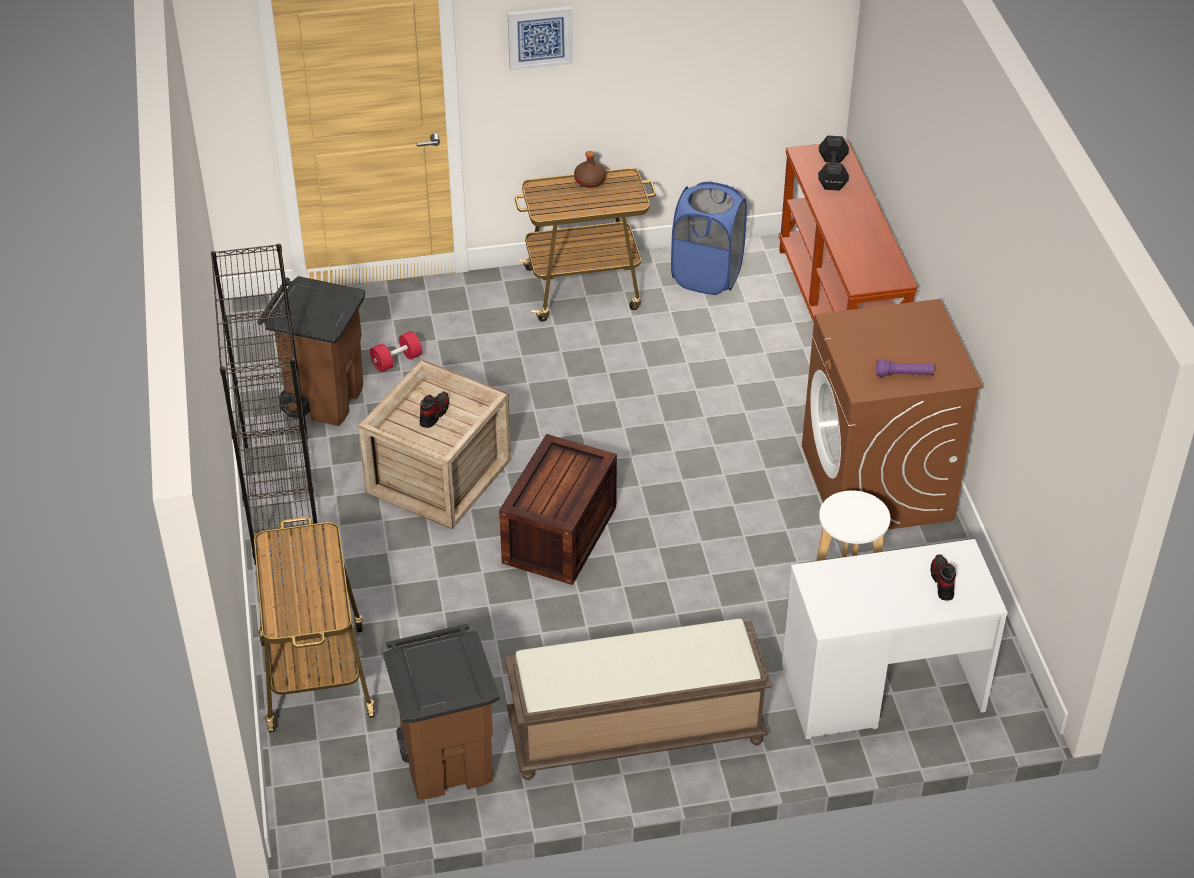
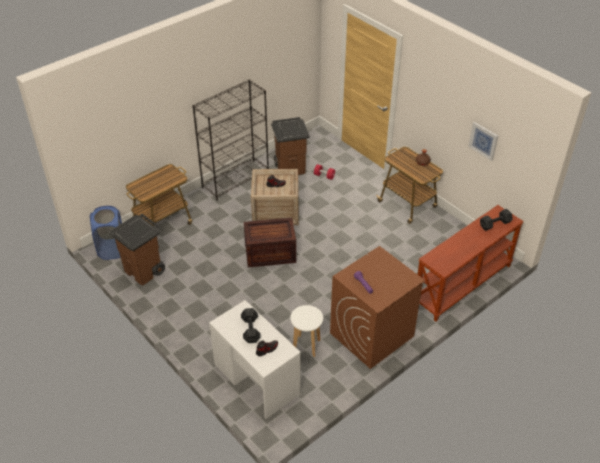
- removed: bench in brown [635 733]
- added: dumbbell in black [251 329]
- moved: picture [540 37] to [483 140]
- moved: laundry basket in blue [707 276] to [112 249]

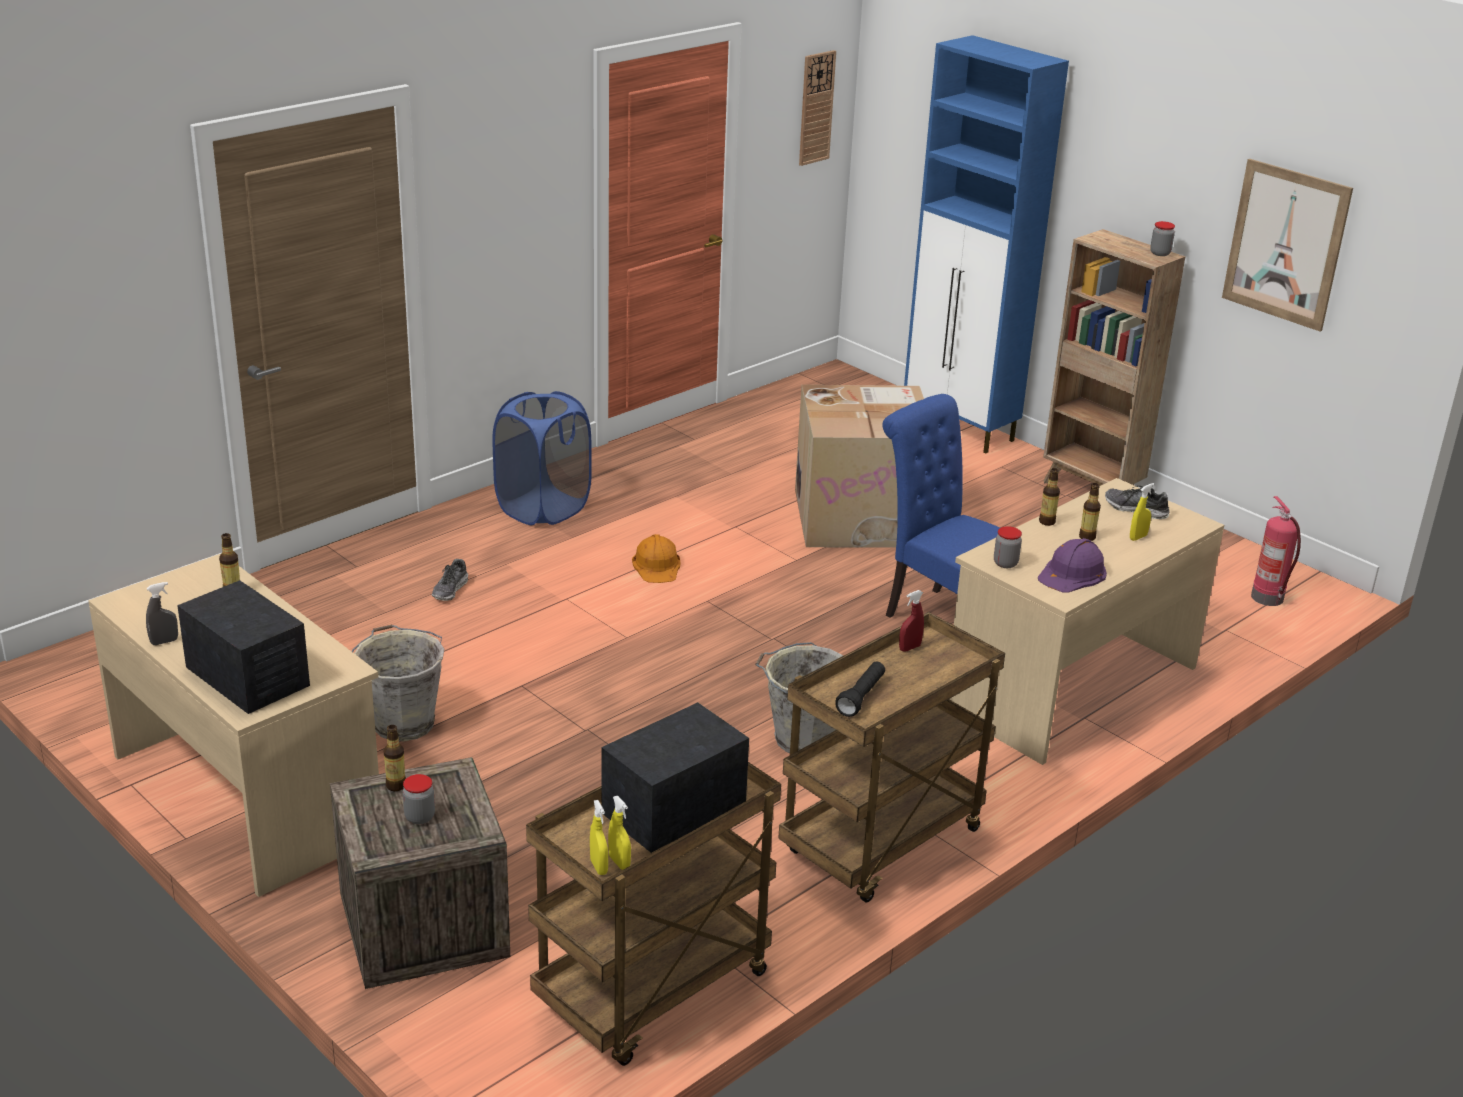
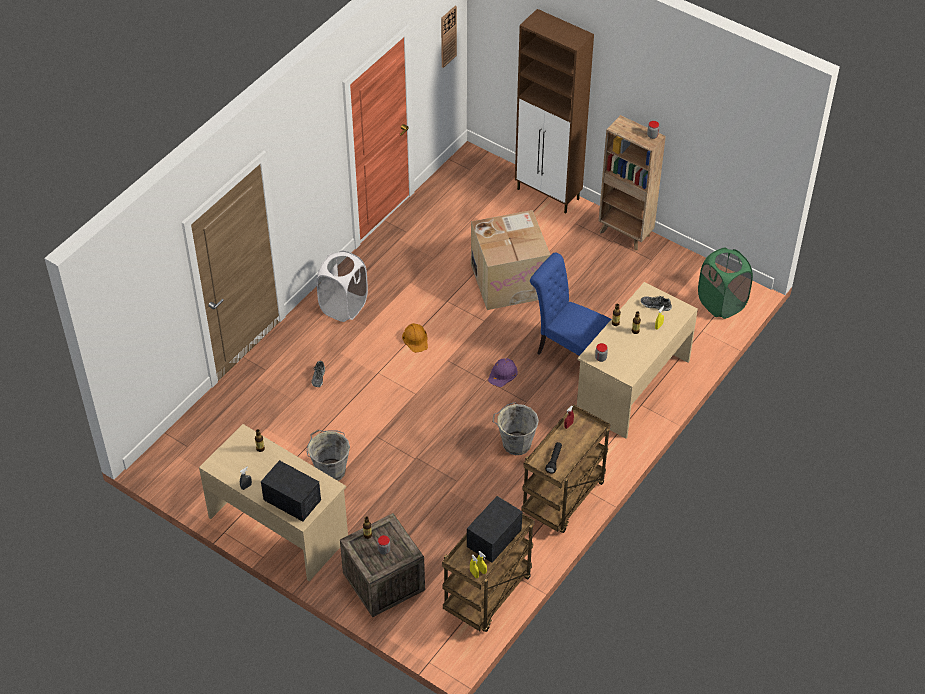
- removed: picture [1285 244]
- moved: hard hat in purple [1072 574] to [503 374]
- replaced: fire extinguisher [1269 598] to laundry basket in green [721 303]
- recoloured: laundry basket in blue [543 508] to laundry basket in white [344 306]
- recoloured: cabinet in blue [960 429] to cabinet in brown [548 194]

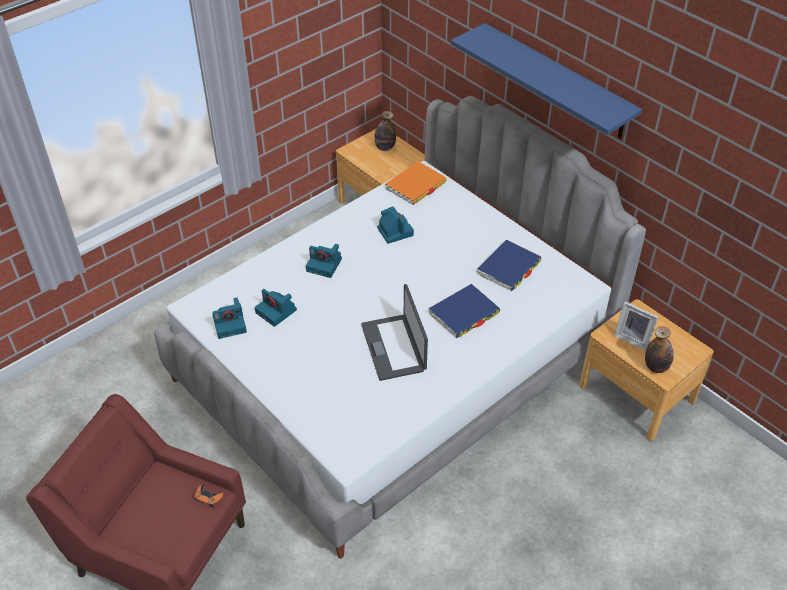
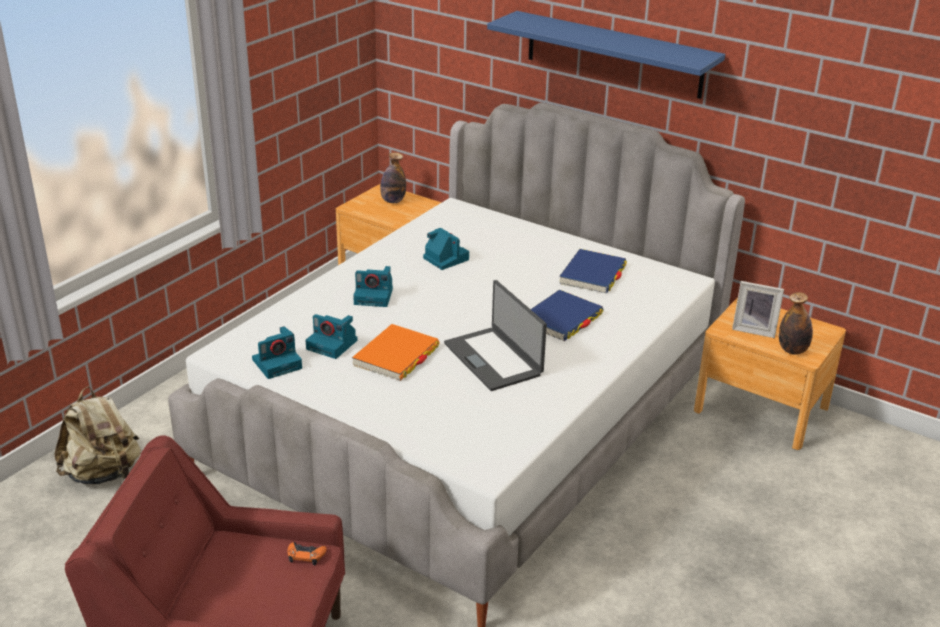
- added: backpack in beige [103 474]
- moved: book in orange [416 185] to [396 356]

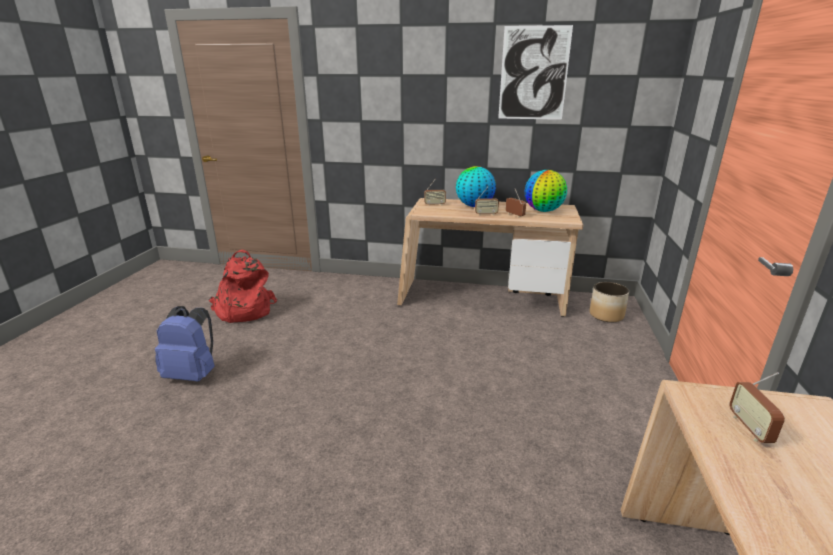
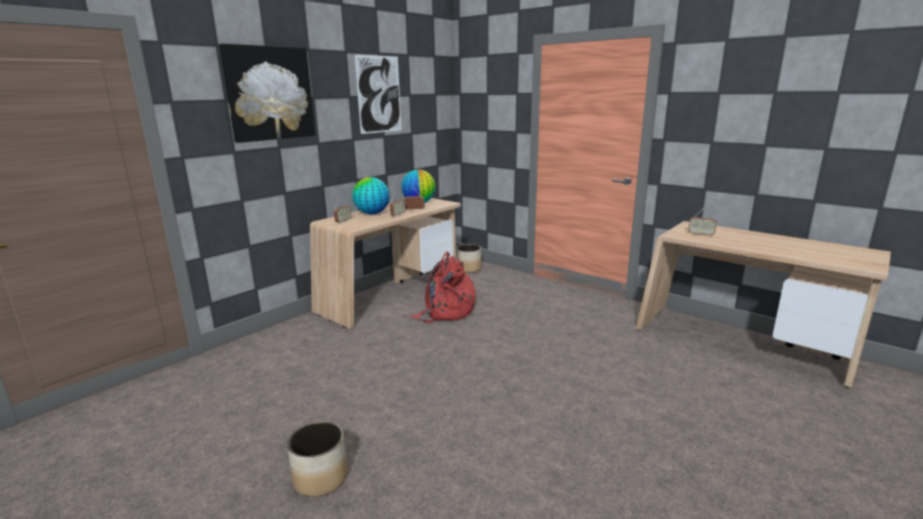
- added: picture [269 93]
- moved: backpack in red [243 311] to [446 312]
- replaced: backpack in blue [193 374] to planter [320 478]

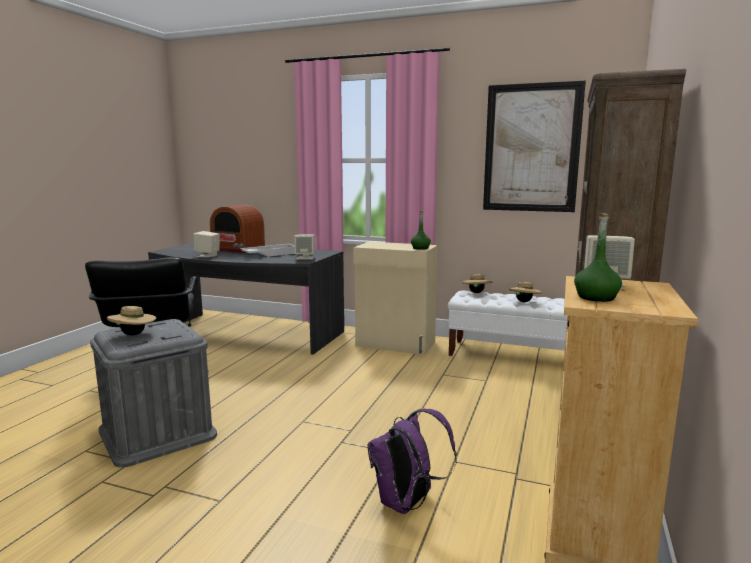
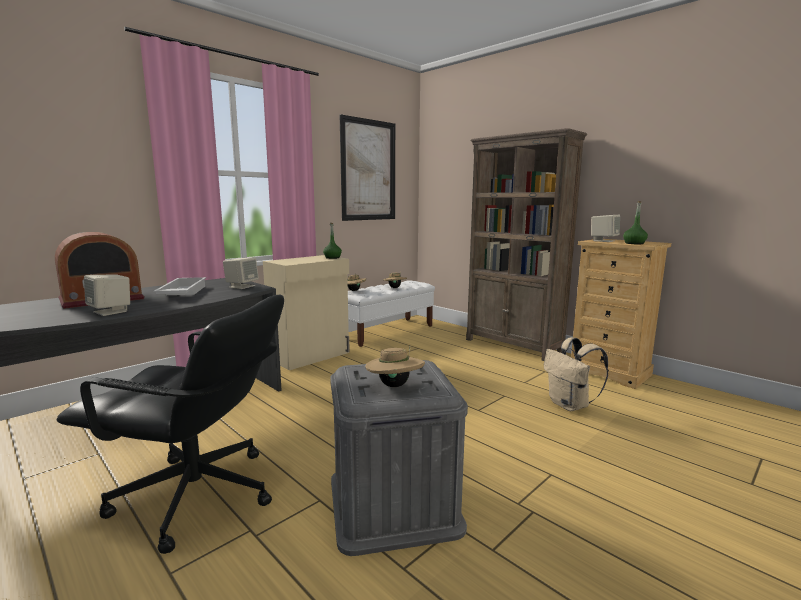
- recoloured: backpack in purple [407 503] to backpack in beige [570 405]

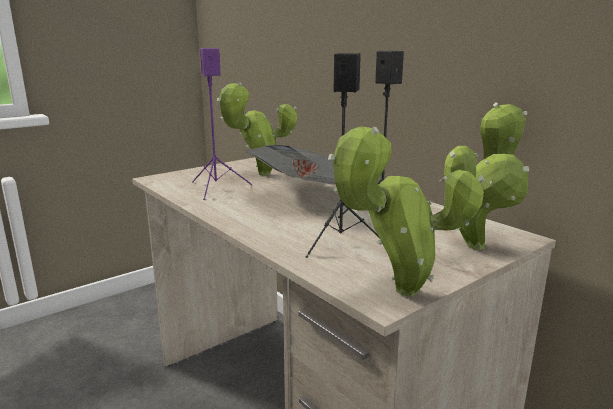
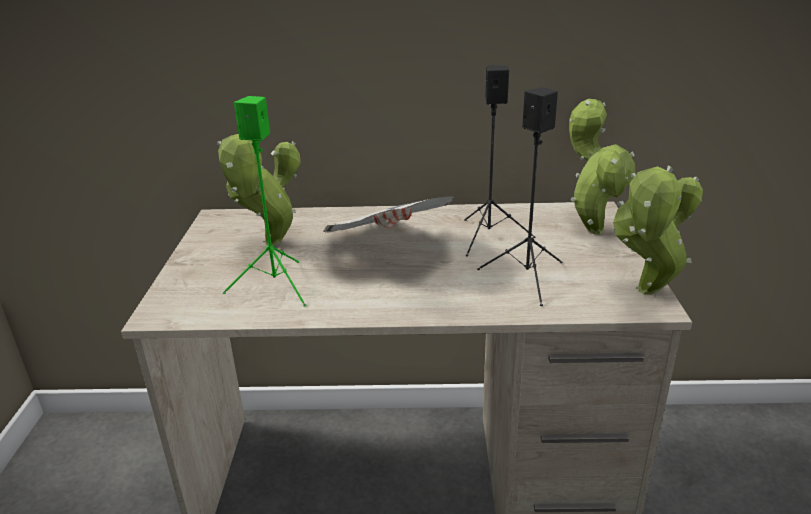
- recoloured: speaker in purple [216 188] to speaker in green [276 286]

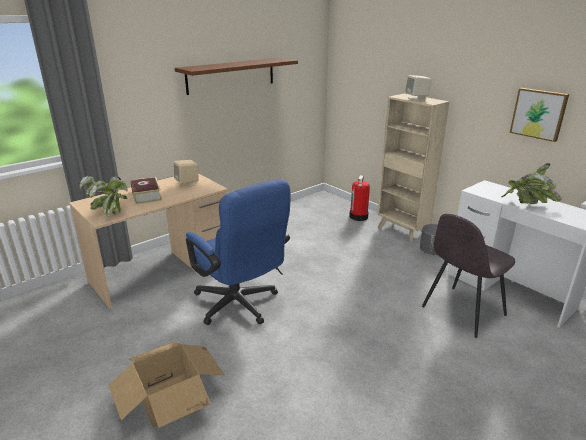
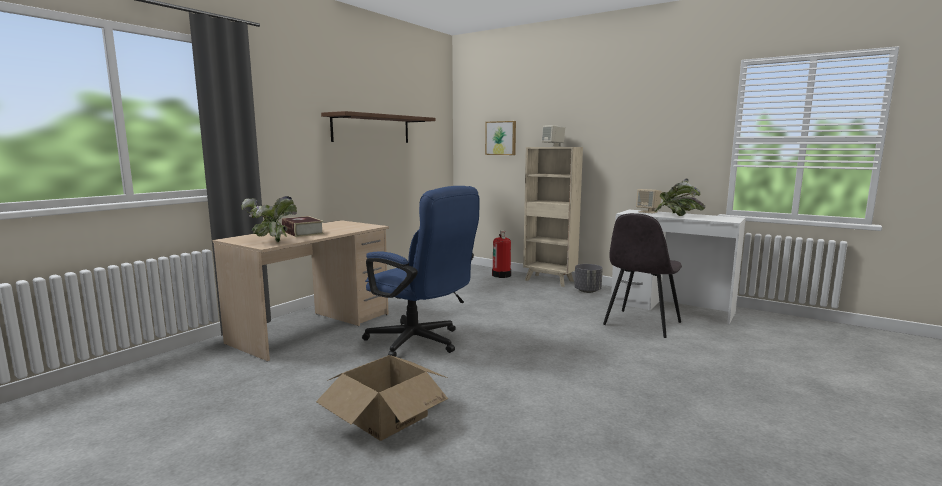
- moved: speaker in beige [187 184] to [648 212]
- moved: picture [539 114] to [501 138]

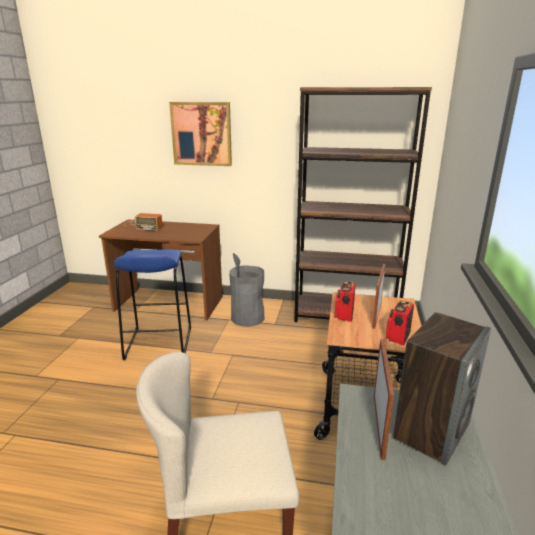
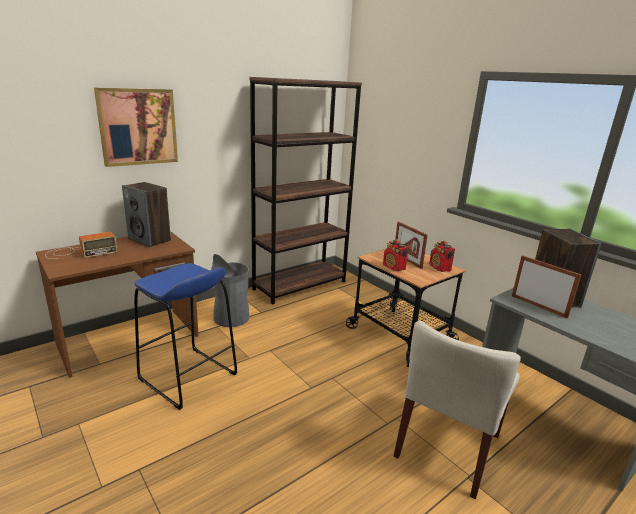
- added: speaker [150 240]

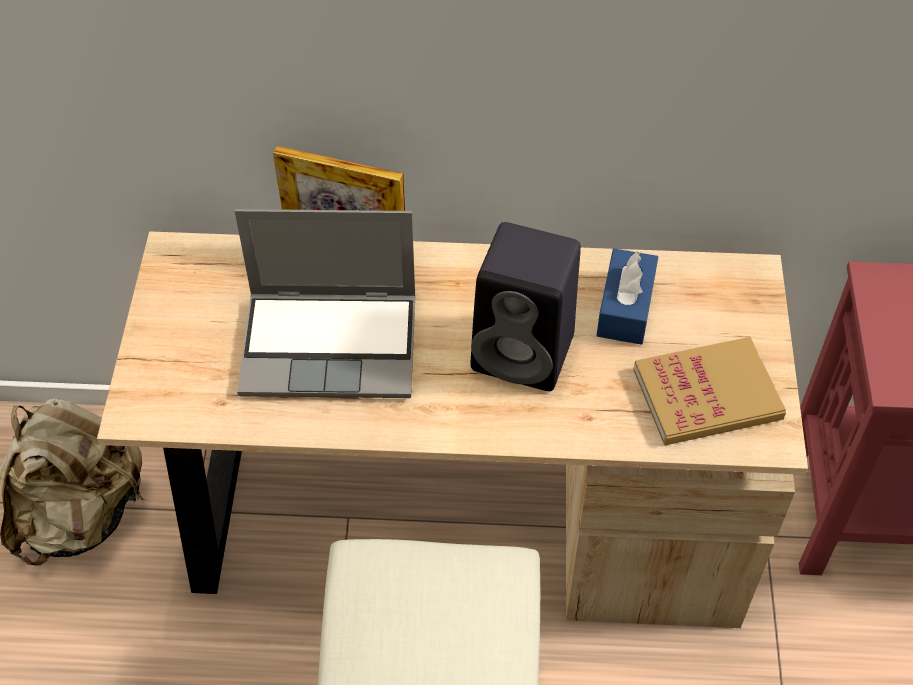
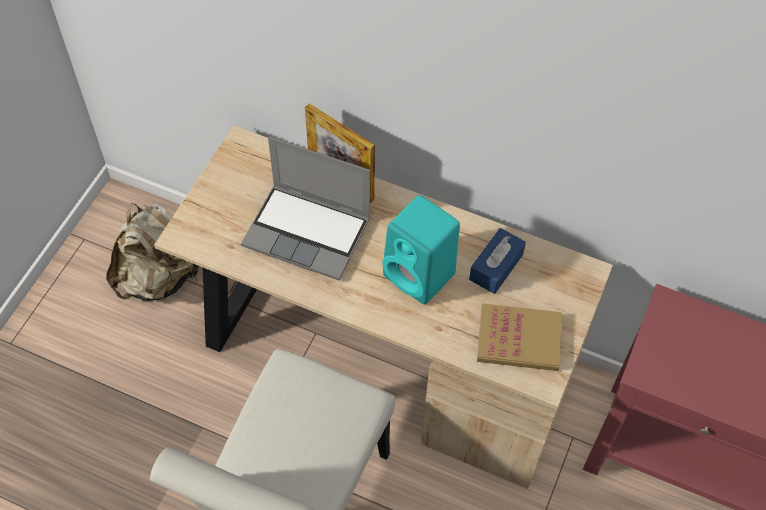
- recoloured: speaker in black [526 353] to speaker in turquoise [421 275]

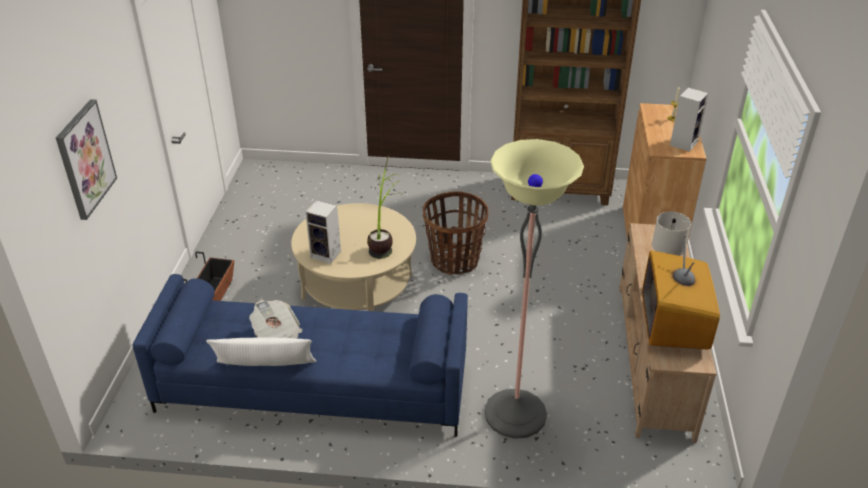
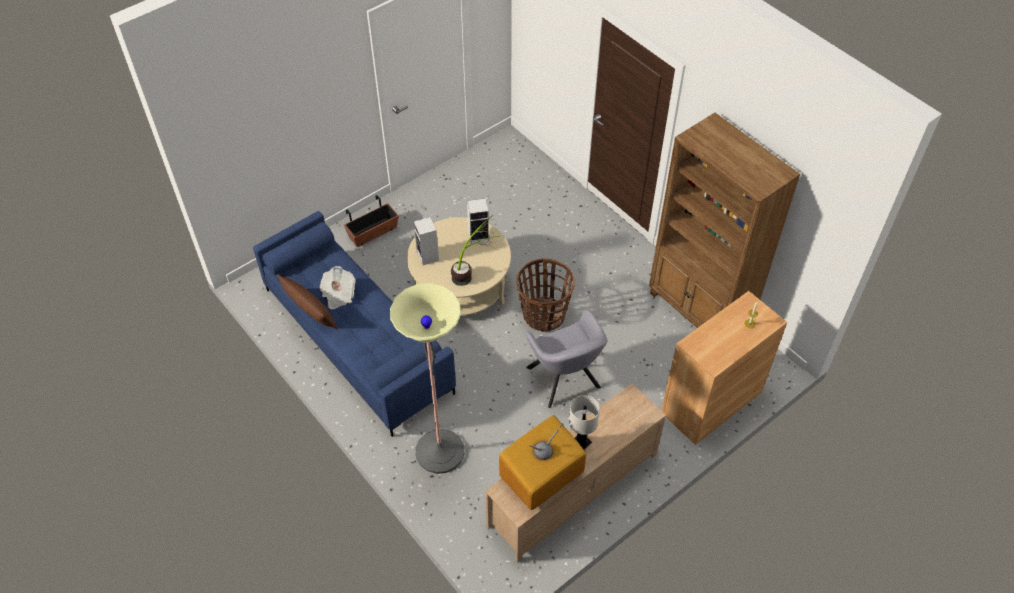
- removed: picture [85 159]
- added: armchair in grey [565 381]
- moved: speaker [683 143] to [479 236]
- recoloured: pillow in white [265 367] to pillow in brown [310 311]

